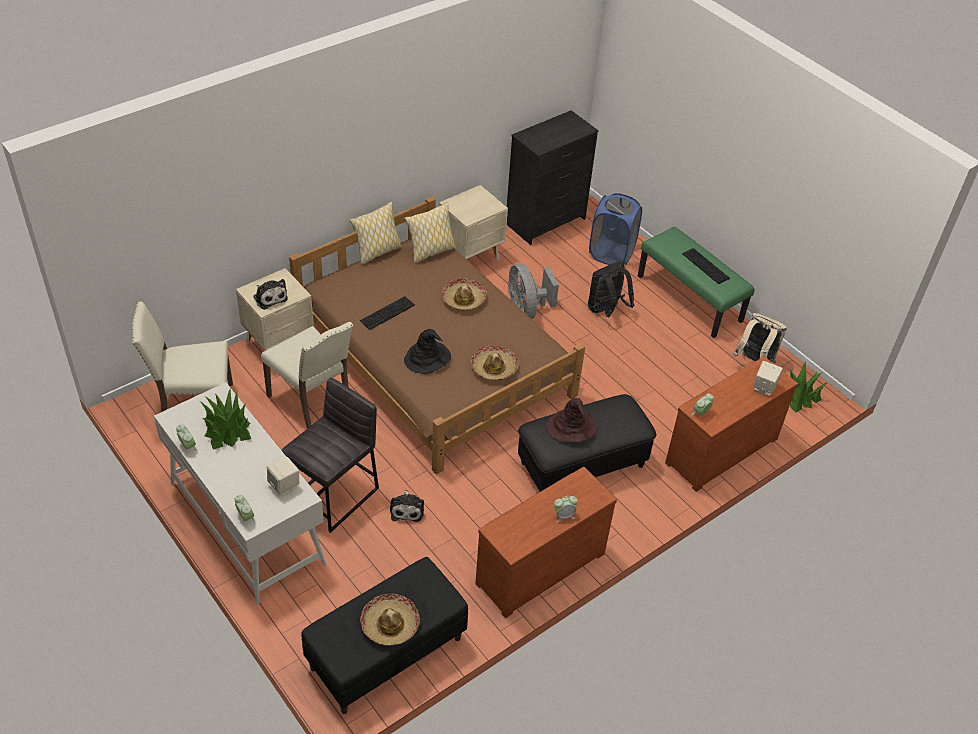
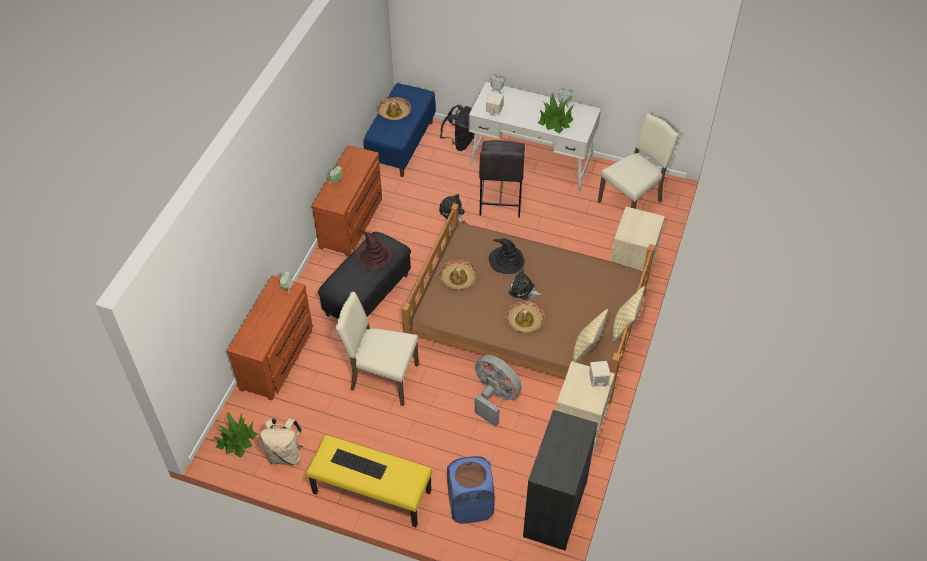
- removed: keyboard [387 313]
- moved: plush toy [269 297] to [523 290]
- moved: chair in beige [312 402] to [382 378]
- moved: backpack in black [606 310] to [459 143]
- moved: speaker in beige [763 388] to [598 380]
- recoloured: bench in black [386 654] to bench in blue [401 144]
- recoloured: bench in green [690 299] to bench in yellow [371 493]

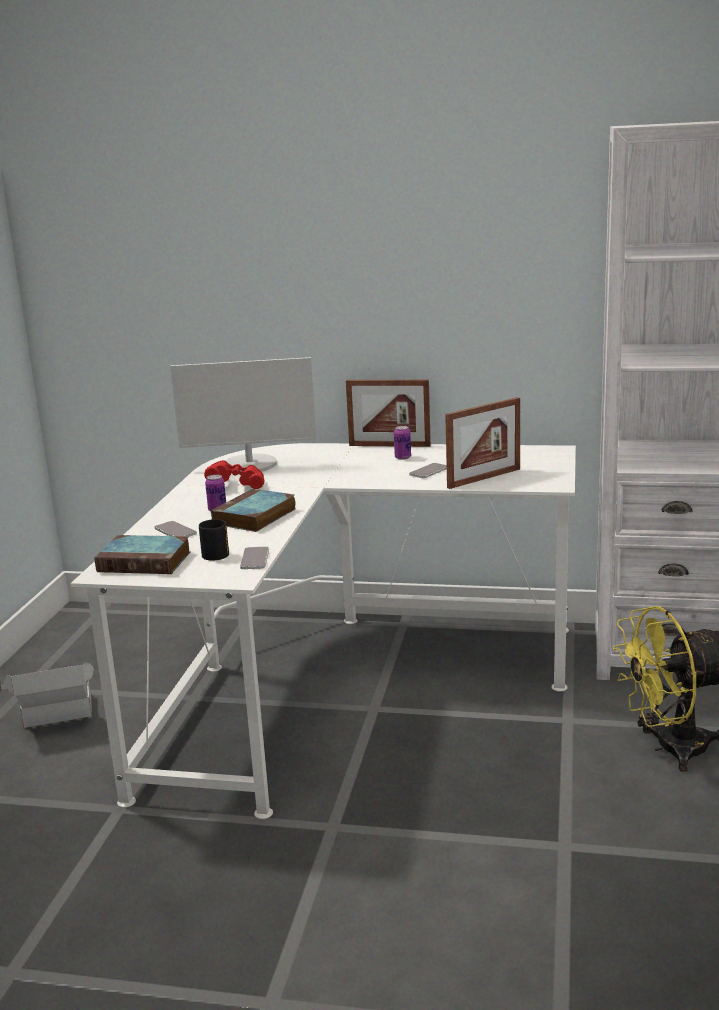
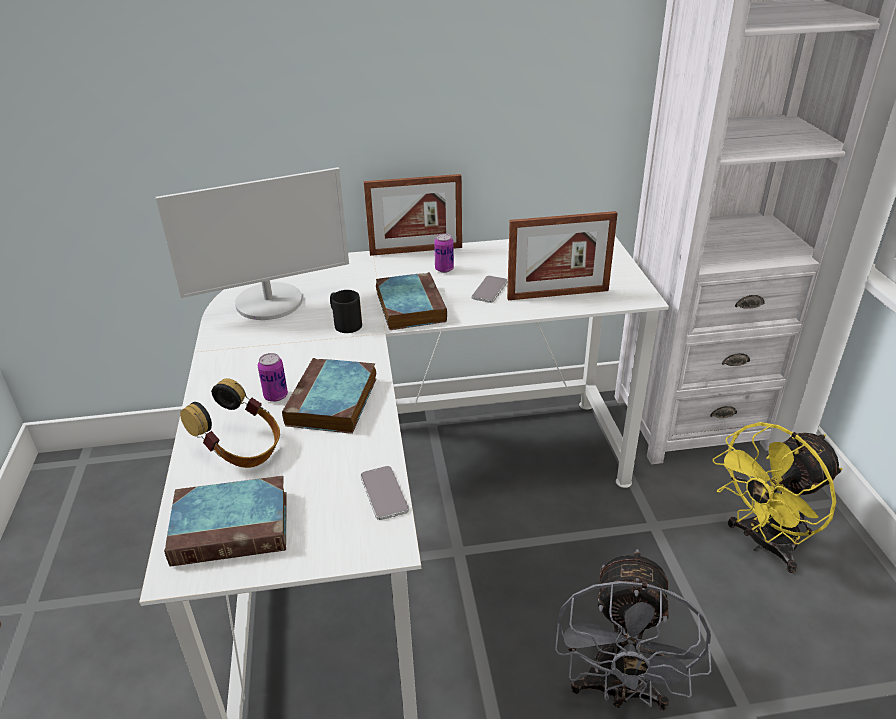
- removed: cardboard box [57 720]
- removed: binoculars in red [237 486]
- added: book [409 306]
- added: fan in grey [619 691]
- moved: mug in black [213 553] to [344 323]
- replaced: phone [175 531] to headphones [241 450]
- turned: picture frame [484 478] = [558 294] 45 degrees clockwise

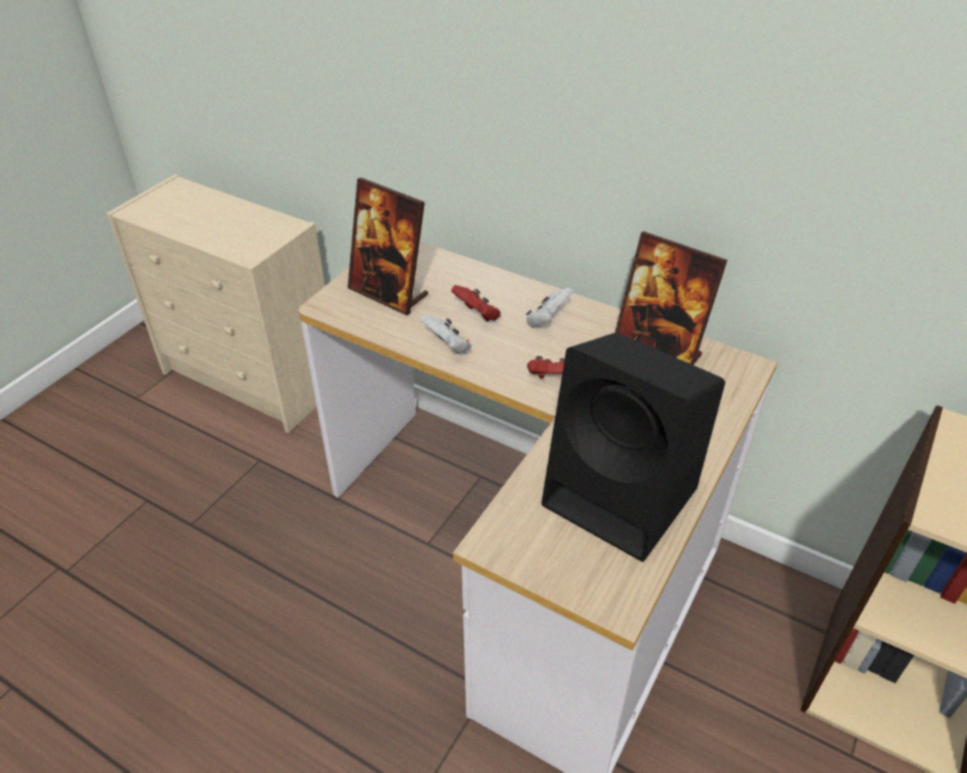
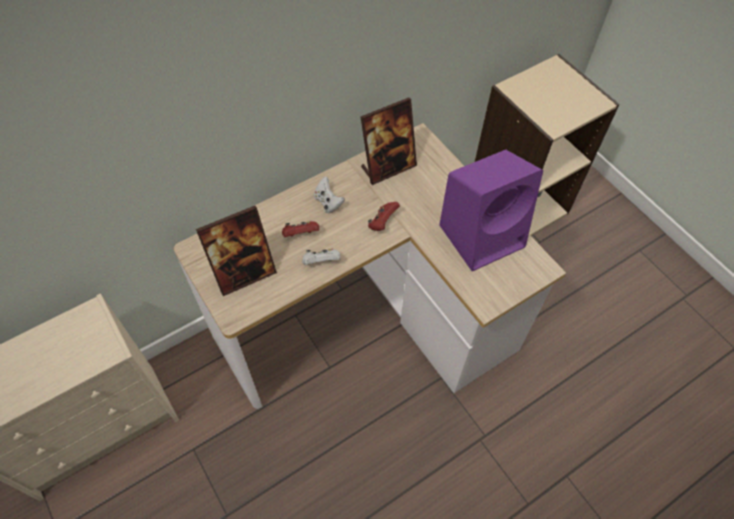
- recoloured: speaker in black [624 498] to speaker in purple [483 234]

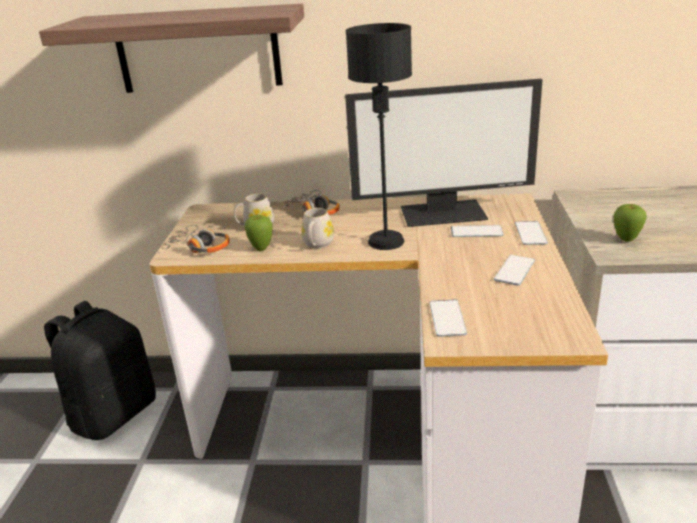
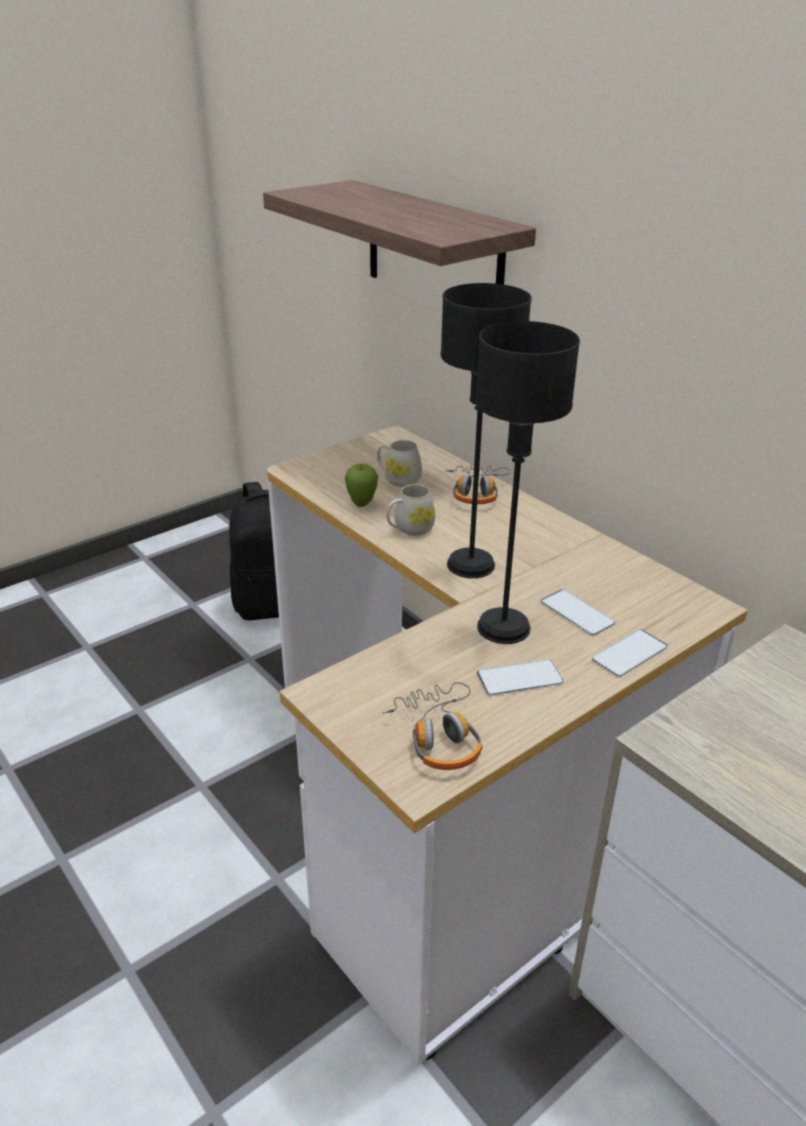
- removed: monitor [443 212]
- removed: phone [447 318]
- removed: apple [626 240]
- added: table lamp in black [503 628]
- moved: headphones [200 247] to [439 736]

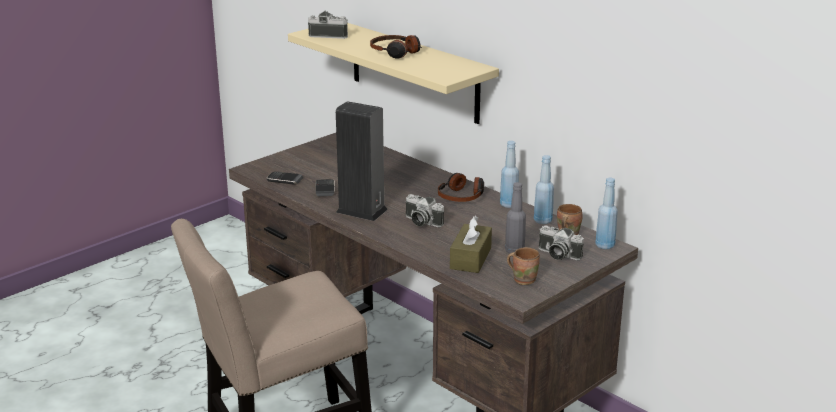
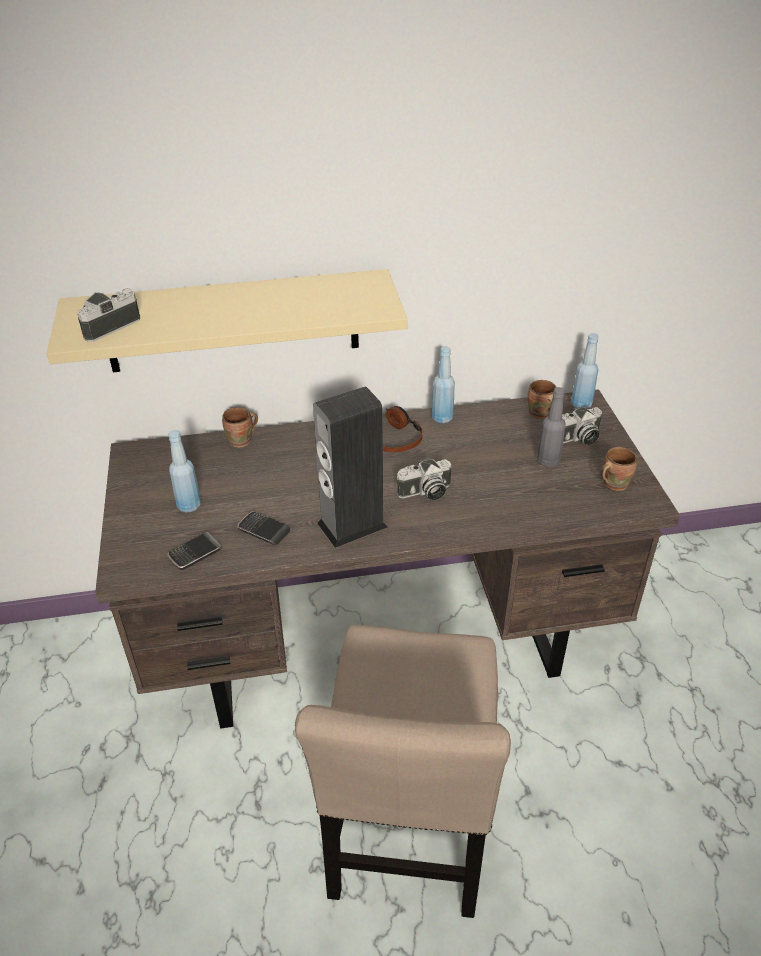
- removed: headphones [396 52]
- removed: tissue box in brown [470 258]
- added: mug in brown [242 441]
- moved: bottle in blue [542 221] to [189 505]

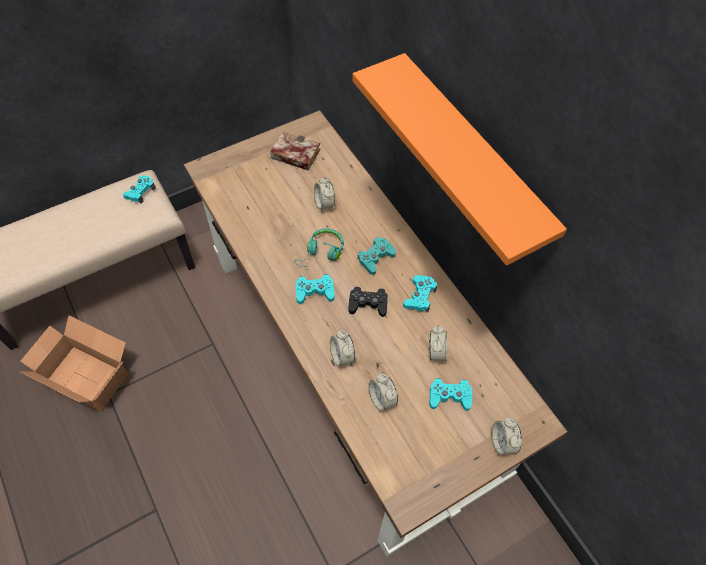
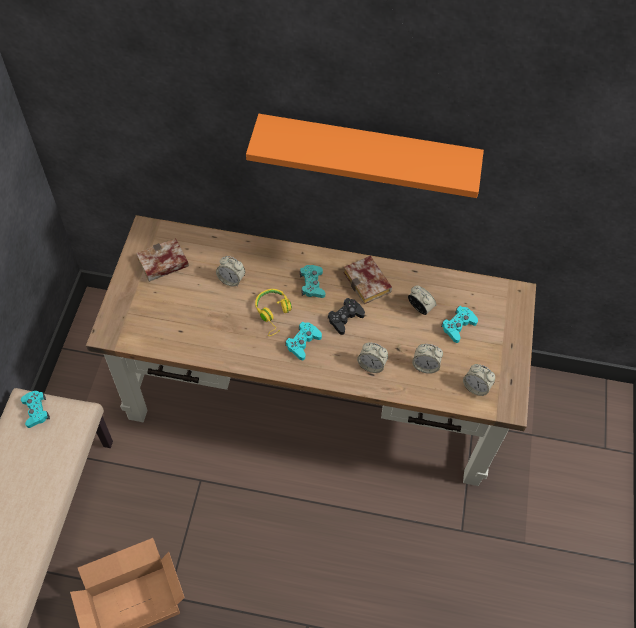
- moved: alarm clock [502 442] to [476 387]
- replaced: game controller in turquoise [419 296] to book [369 283]
- recoloured: headphones in turquoise [321 253] to headphones in yellow [273 314]

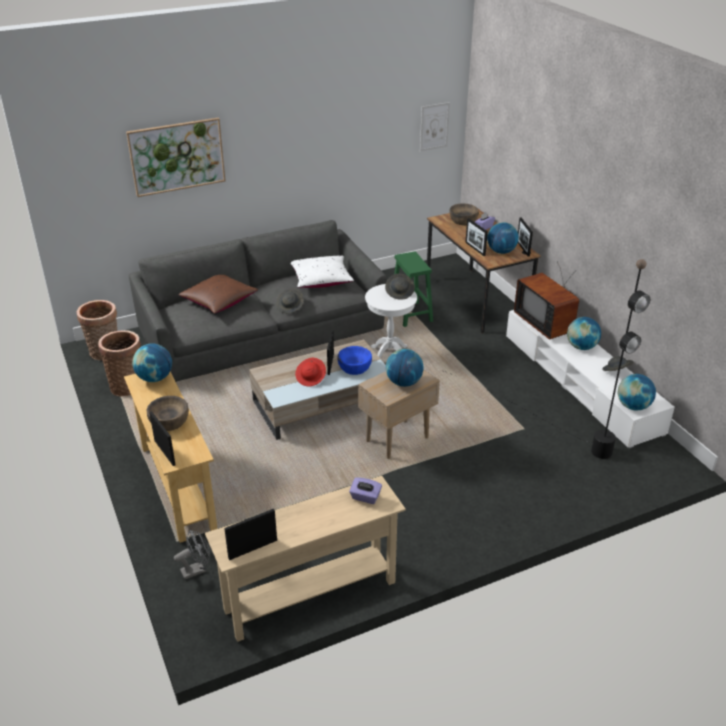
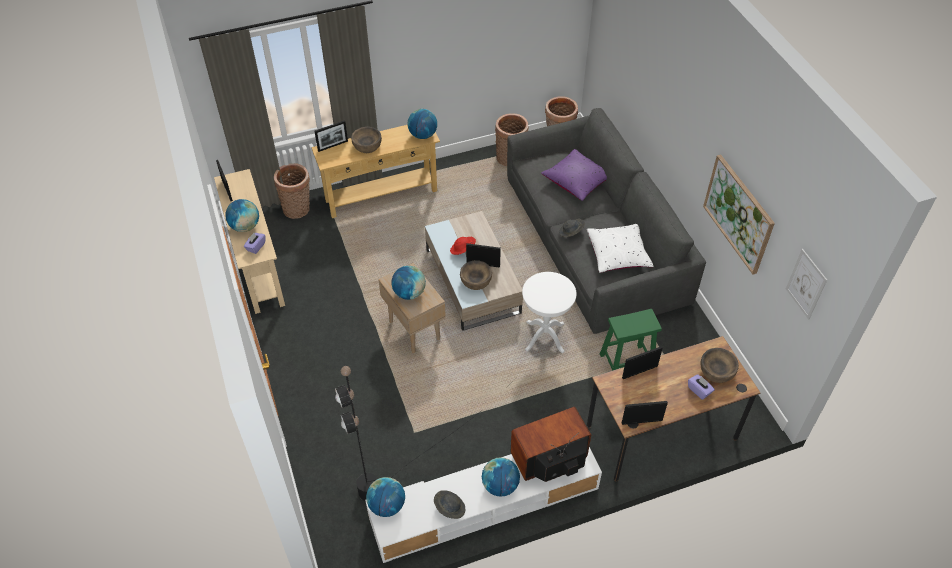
- removed: hat in grey [400 292]
- moved: picture [177 156] to [738 213]
- moved: globe [501 251] to [245 226]
- replaced: fan in grey [196 569] to basket [298 209]
- recoloured: pillow in brown [219 301] to pillow in purple [577 181]
- recoloured: bowl in blue [354 367] to bowl in brown [475 281]

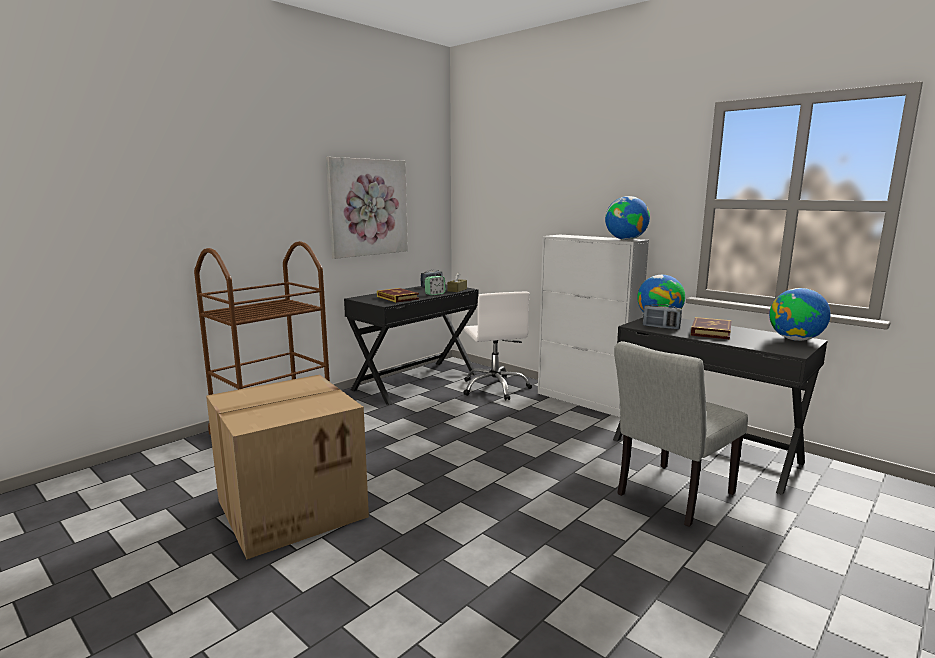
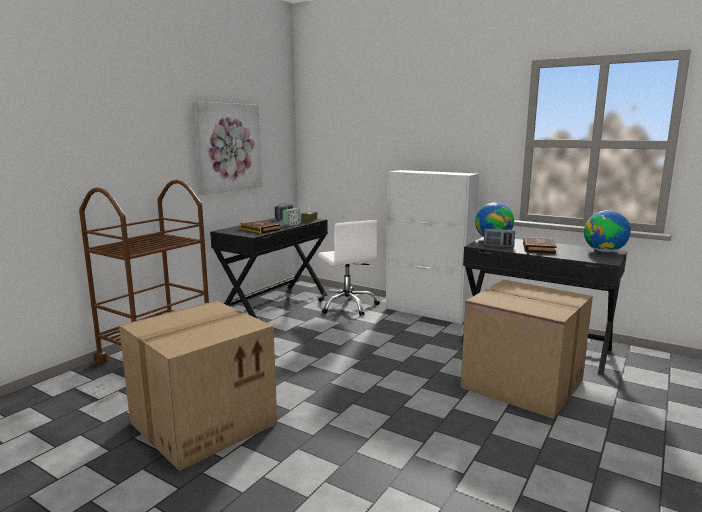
- removed: globe [625 239]
- replaced: chair in grey [670 496] to cardboard box [520 384]

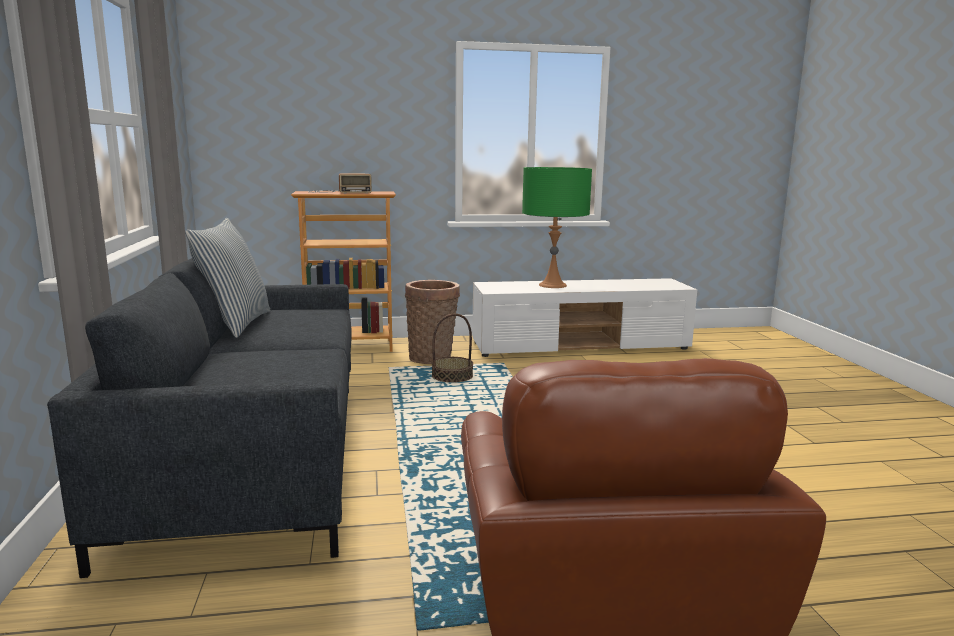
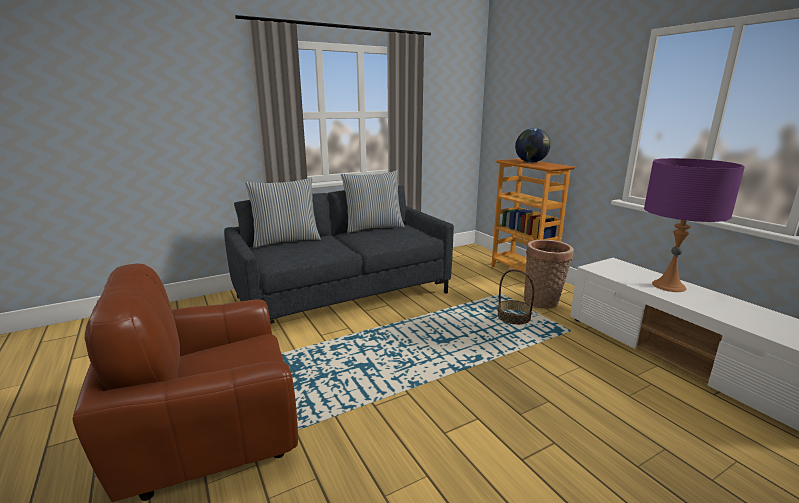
- added: pillow [286 240]
- replaced: radio [338 192] to globe [531 162]
- recoloured: table lamp in green [552 285] to table lamp in purple [669 286]

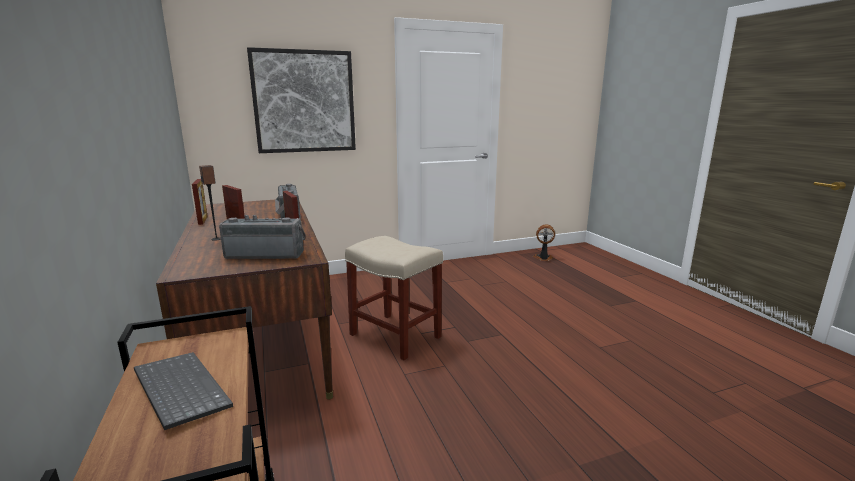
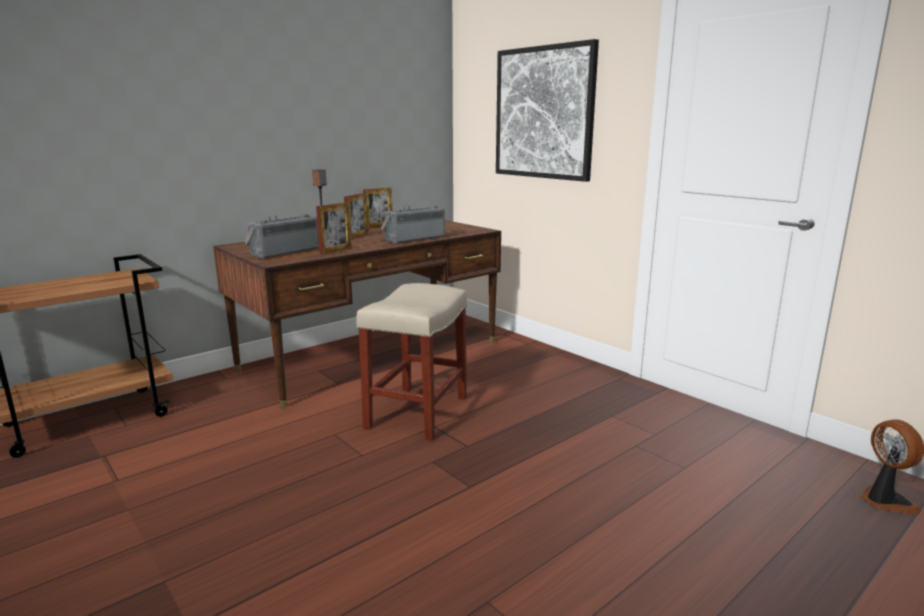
- removed: keyboard [178 390]
- turned: radio [266 254] = [283 252] 120 degrees counterclockwise

